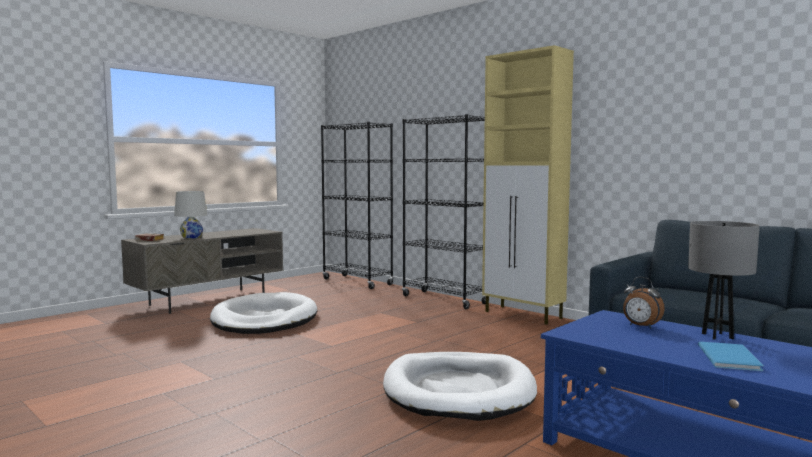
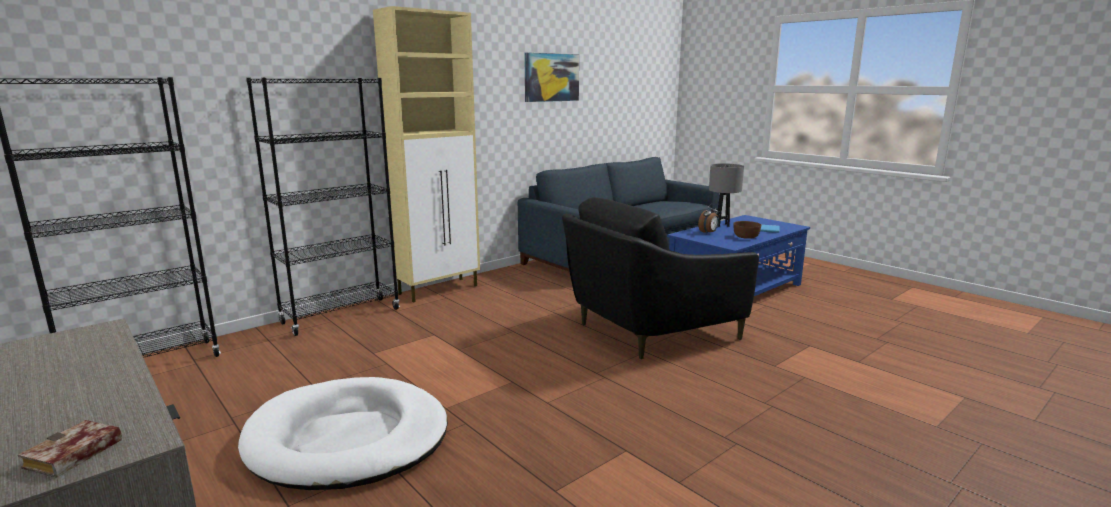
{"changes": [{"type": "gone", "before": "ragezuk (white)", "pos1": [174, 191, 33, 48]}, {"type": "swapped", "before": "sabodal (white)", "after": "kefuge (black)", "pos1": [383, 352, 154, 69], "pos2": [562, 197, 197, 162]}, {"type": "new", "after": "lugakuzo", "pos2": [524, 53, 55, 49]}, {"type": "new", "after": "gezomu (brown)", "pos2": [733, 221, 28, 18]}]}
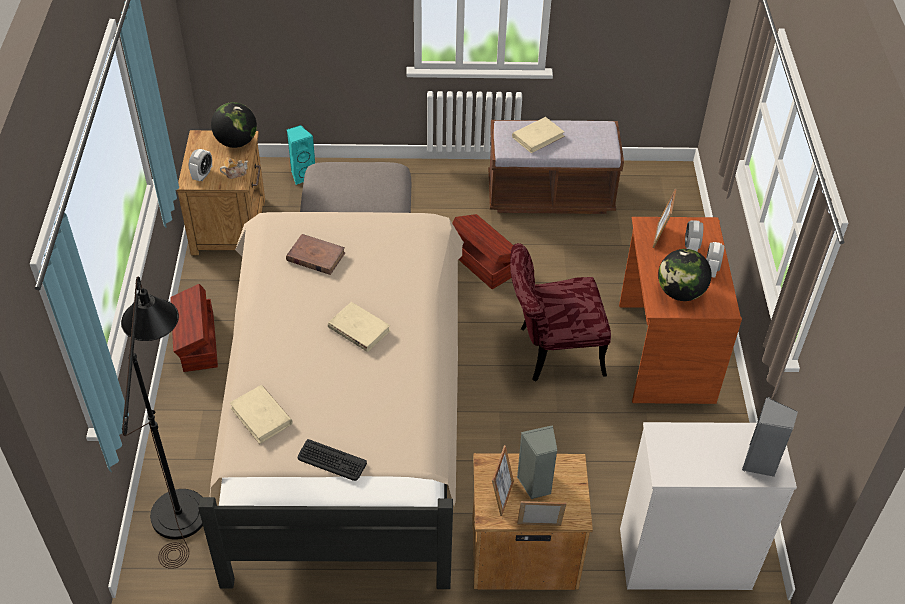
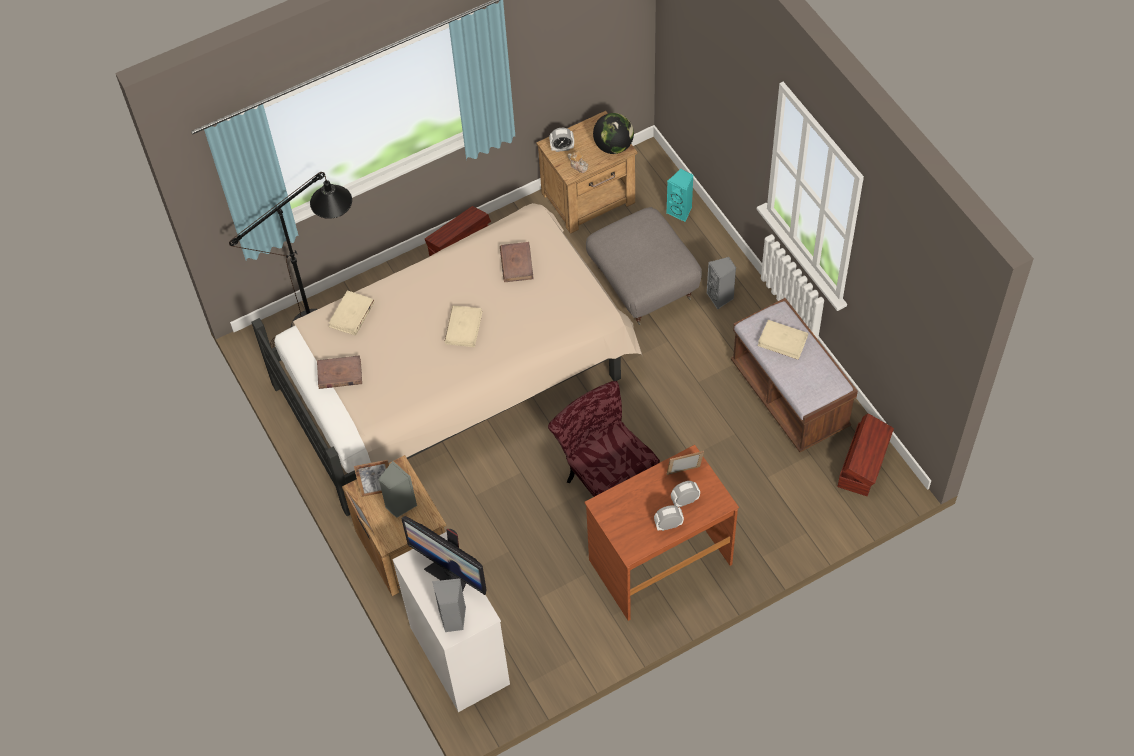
{"changes": [{"type": "swapped", "before": "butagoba", "after": "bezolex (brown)", "pos1": [298, 439, 69, 42], "pos2": [317, 355, 45, 34]}, {"type": "shifted", "before": "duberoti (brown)", "pos1": [452, 214, 61, 75], "pos2": [838, 413, 56, 83]}, {"type": "gone", "before": "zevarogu", "pos1": [658, 249, 54, 52]}, {"type": "new", "after": "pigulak", "pos2": [401, 516, 85, 79]}, {"type": "new", "after": "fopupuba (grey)", "pos2": [707, 257, 29, 52]}]}
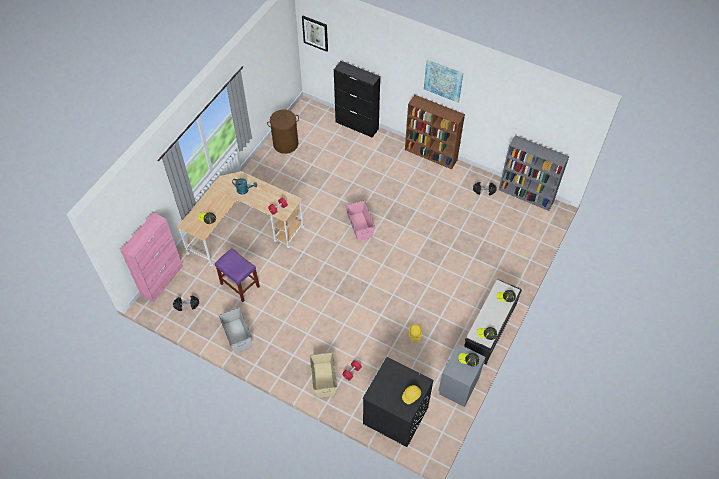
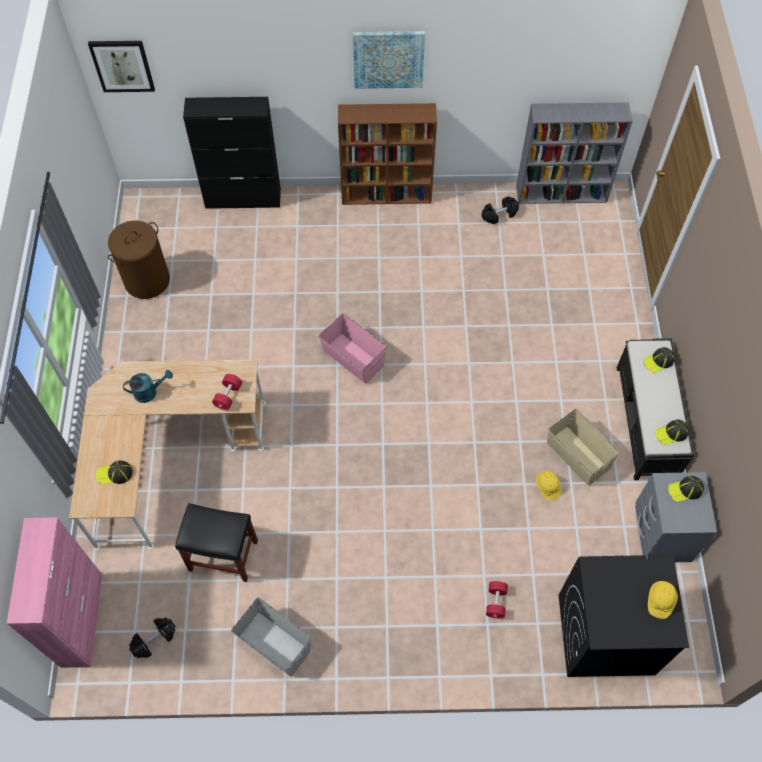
{"changes": [{"type": "repainted", "before": "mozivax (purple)", "after": "mozivax (black)", "pos1": [215, 248, 45, 54], "pos2": [175, 503, 83, 79]}, {"type": "shifted", "before": "duberoti (beige)", "pos1": [310, 352, 27, 46], "pos2": [547, 409, 73, 77]}]}
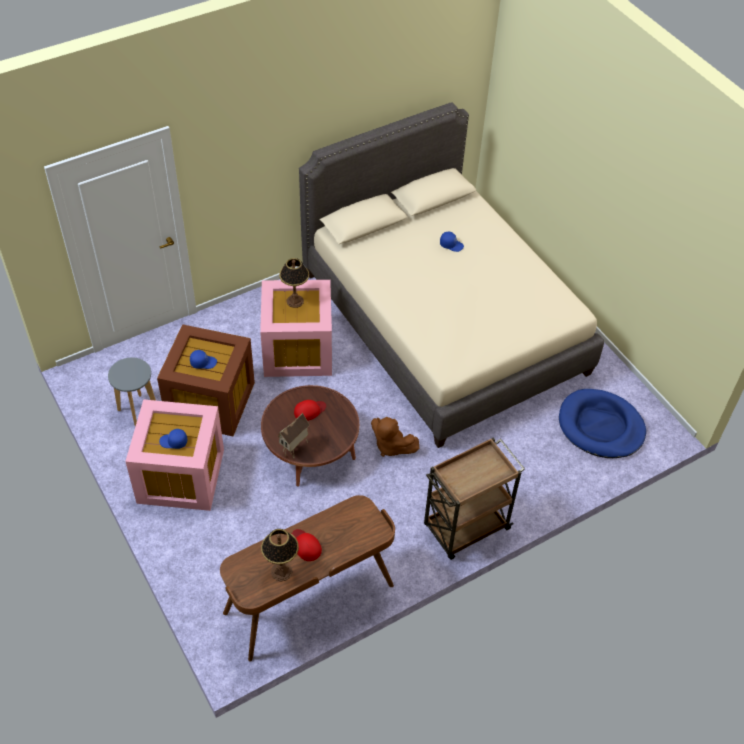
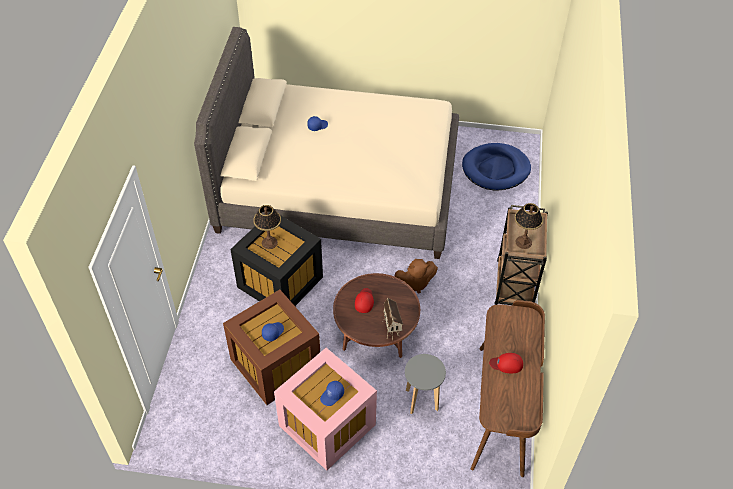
{"changes": [{"type": "shifted", "before": "mozivax (grey)", "pos1": [108, 357, 48, 69], "pos2": [405, 354, 41, 60]}, {"type": "repainted", "before": "duberoti (pink)", "after": "duberoti (black)", "pos1": [260, 280, 72, 97], "pos2": [230, 212, 93, 94]}, {"type": "shifted", "before": "ragezuk", "pos1": [261, 529, 38, 52], "pos2": [515, 203, 29, 46]}]}
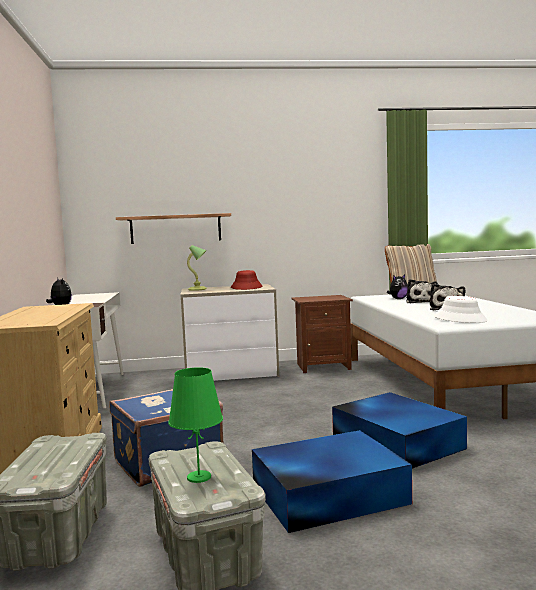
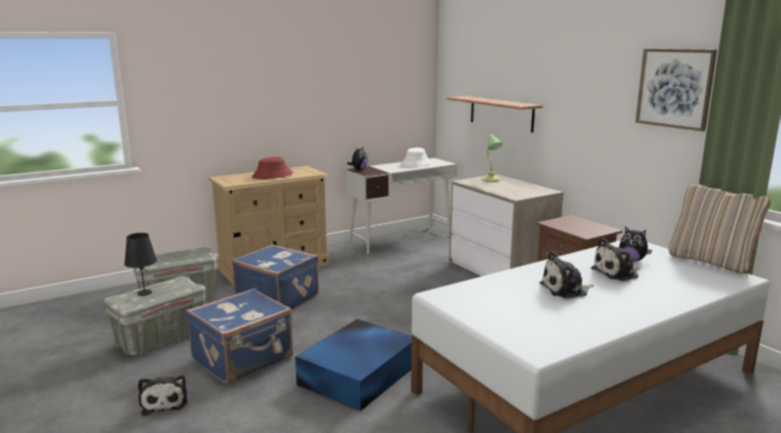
{"changes": [{"type": "repainted", "before": "ragezuk (green)", "after": "ragezuk (black)", "pos1": [168, 367, 55, 116], "pos2": [124, 233, 33, 63]}, {"type": "shifted", "before": "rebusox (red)", "pos1": [231, 270, 31, 20], "pos2": [252, 157, 41, 22]}, {"type": "swapped", "before": "duberoti (blue)", "after": "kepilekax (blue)", "pos1": [252, 430, 160, 103], "pos2": [186, 288, 107, 96]}, {"type": "shifted", "before": "rebusox (white)", "pos1": [434, 296, 54, 27], "pos2": [401, 148, 30, 19]}, {"type": "new", "after": "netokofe", "pos2": [138, 375, 50, 41]}, {"type": "new", "after": "lugakuzo", "pos2": [636, 49, 81, 82]}]}
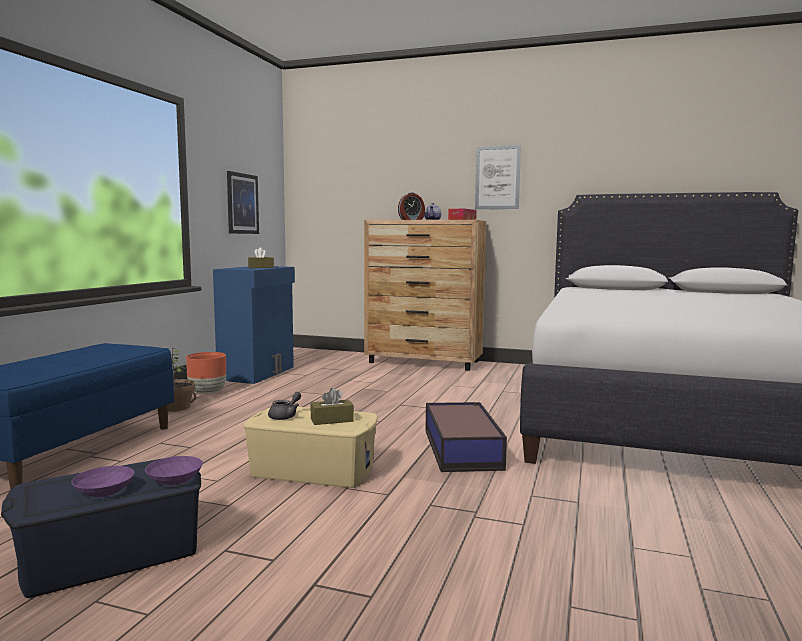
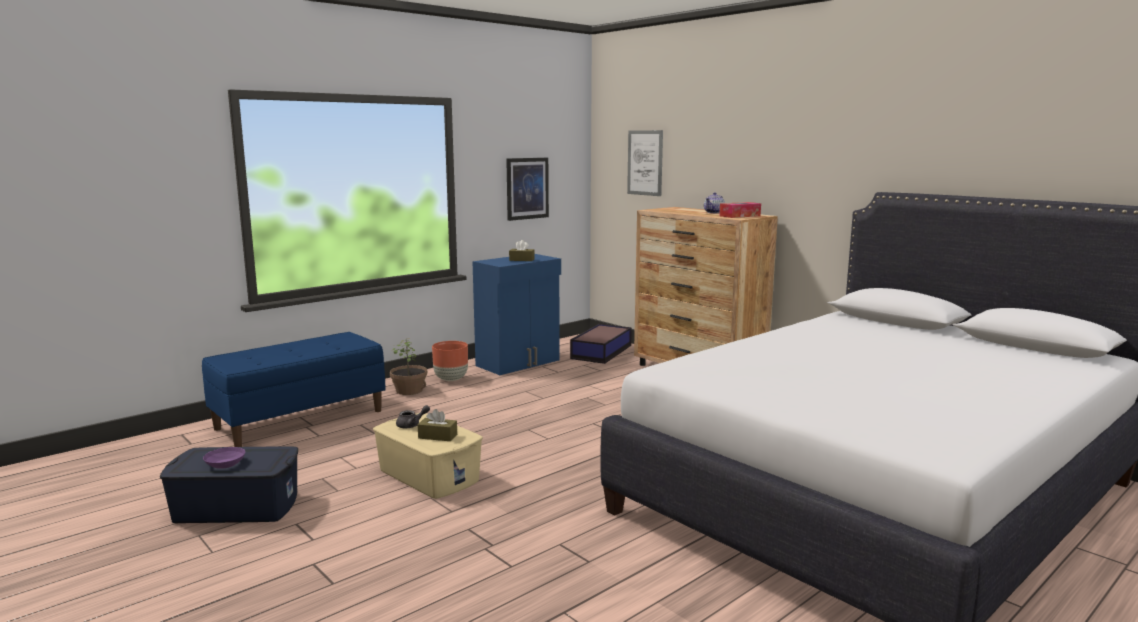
{"changes": [{"type": "gone", "before": "gezomu (purple)", "pos1": [145, 456, 58, 29]}, {"type": "gone", "before": "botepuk", "pos1": [398, 193, 27, 27]}, {"type": "shifted", "before": "duberoti", "pos1": [426, 402, 81, 70], "pos2": [570, 324, 62, 40]}, {"type": "shifted", "before": "lugakuzo", "pos1": [475, 145, 46, 64], "pos2": [627, 130, 36, 66]}]}
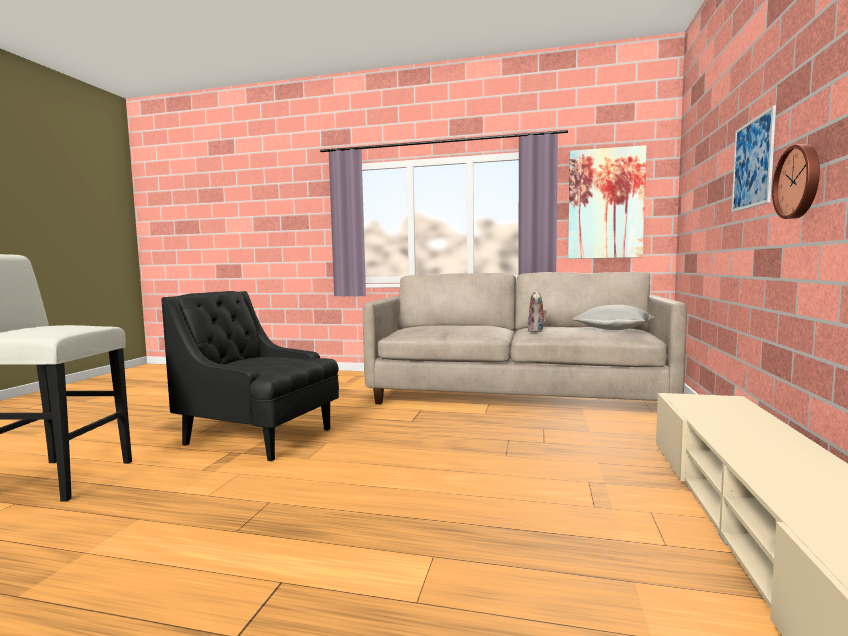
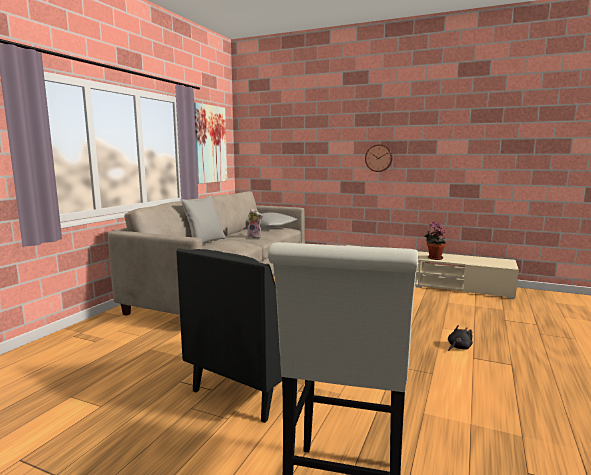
{"changes": [{"type": "gone", "before": "lugakuzo", "pos1": [731, 105, 45, 107]}, {"type": "new", "after": "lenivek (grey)", "pos2": [181, 196, 45, 47]}, {"type": "new", "after": "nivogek", "pos2": [425, 221, 21, 39]}, {"type": "new", "after": "netokofe (black)", "pos2": [448, 325, 25, 26]}]}
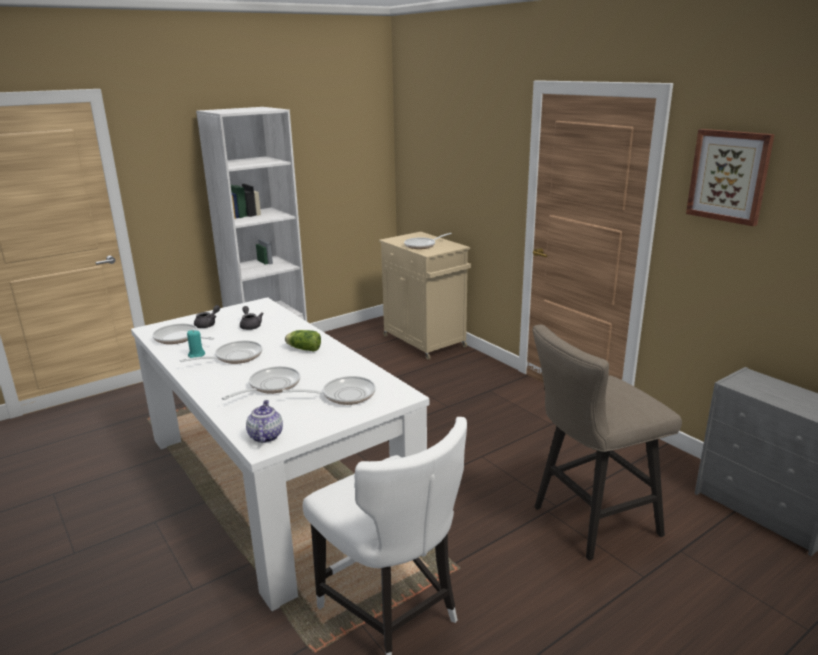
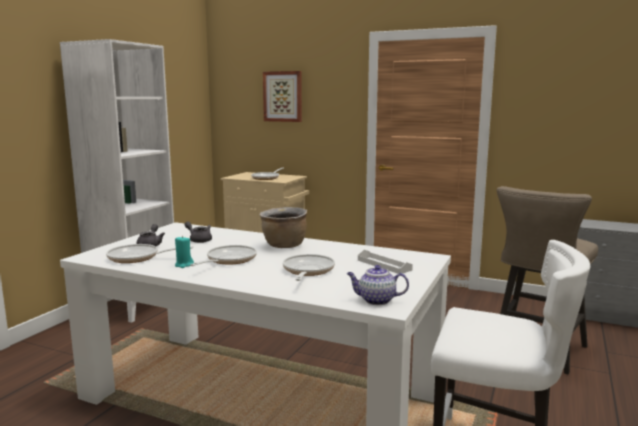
{"changes": [{"type": "rotated", "before": "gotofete", "pos1": [246, 400, 37, 43], "pos2": [347, 265, 62, 40], "turn": -45}, {"type": "swapped", "before": "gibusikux", "after": "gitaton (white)", "pos1": [282, 376, 94, 29], "pos2": [358, 250, 55, 24]}, {"type": "swapped", "before": "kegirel", "after": "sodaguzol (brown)", "pos1": [285, 330, 36, 21], "pos2": [260, 207, 47, 41]}, {"type": "shifted", "before": "lugakuzo", "pos1": [686, 129, 89, 97], "pos2": [263, 71, 39, 51]}]}
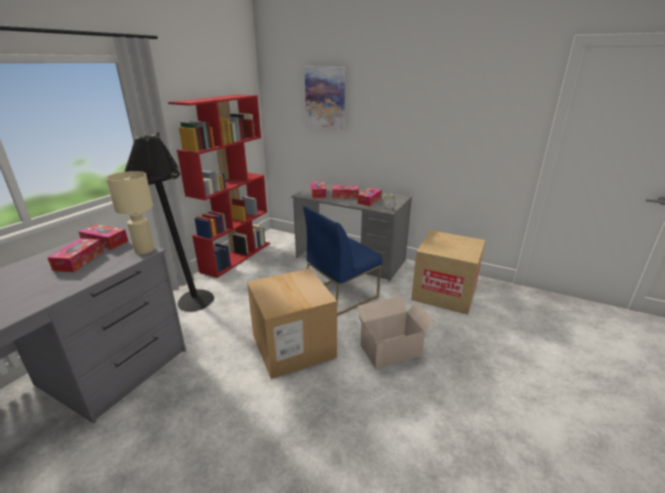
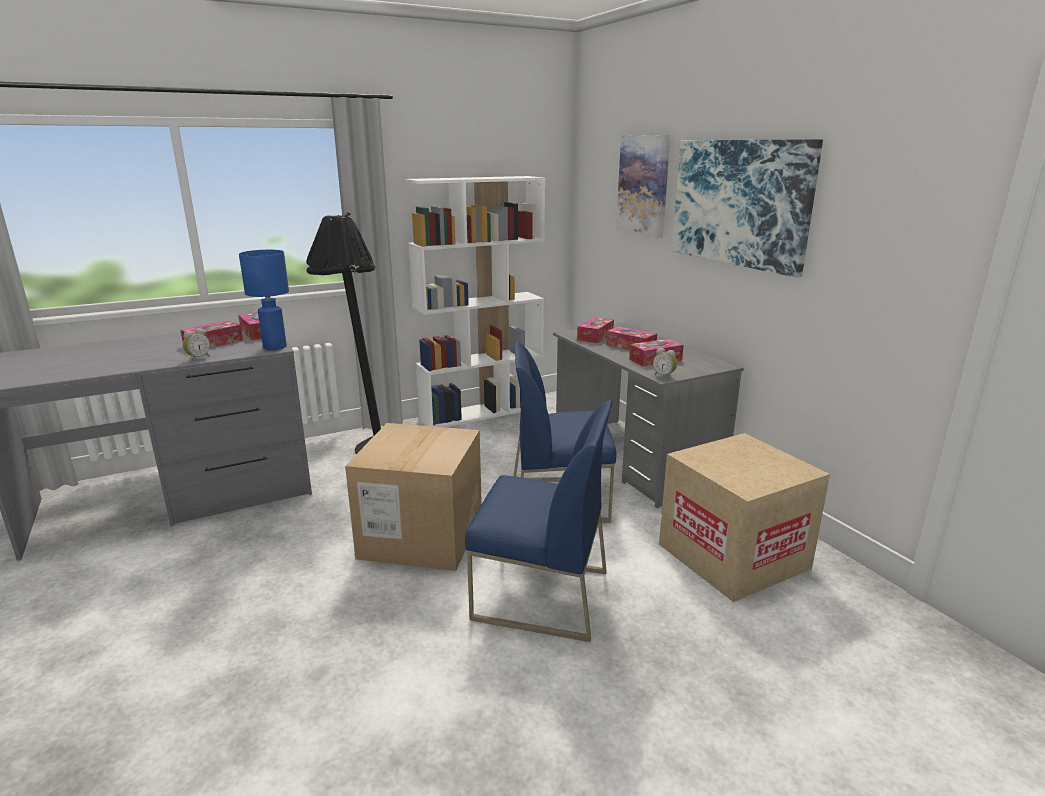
{"changes": [{"type": "repainted", "before": "ragezuk (beige)", "after": "ragezuk (blue)", "pos1": [106, 171, 48, 83], "pos2": [239, 250, 50, 100]}, {"type": "repainted", "before": "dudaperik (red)", "after": "dudaperik (white)", "pos1": [168, 95, 102, 183], "pos2": [404, 176, 141, 251]}, {"type": "swapped", "before": "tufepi", "after": "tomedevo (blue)", "pos1": [357, 296, 77, 73], "pos2": [465, 400, 148, 242]}, {"type": "new", "after": "botepuk", "pos2": [183, 328, 27, 33]}, {"type": "new", "after": "lugakuzo", "pos2": [672, 139, 151, 138]}]}
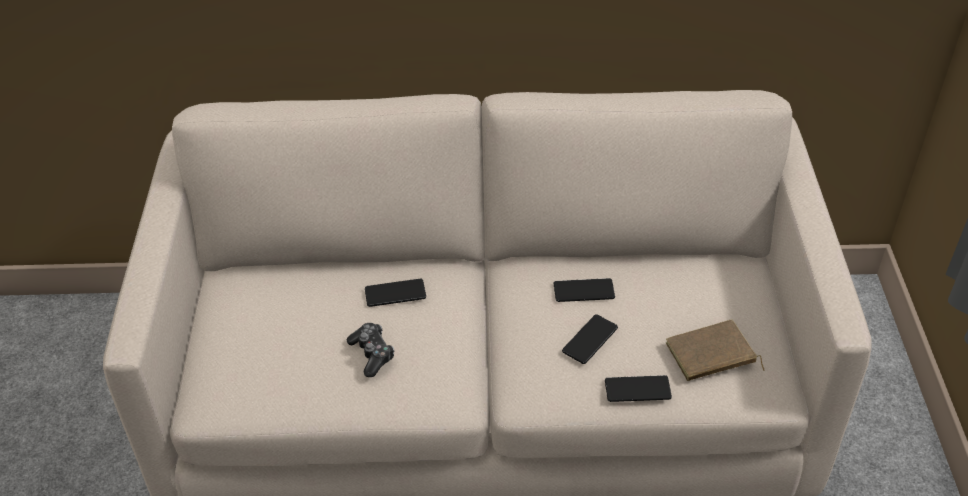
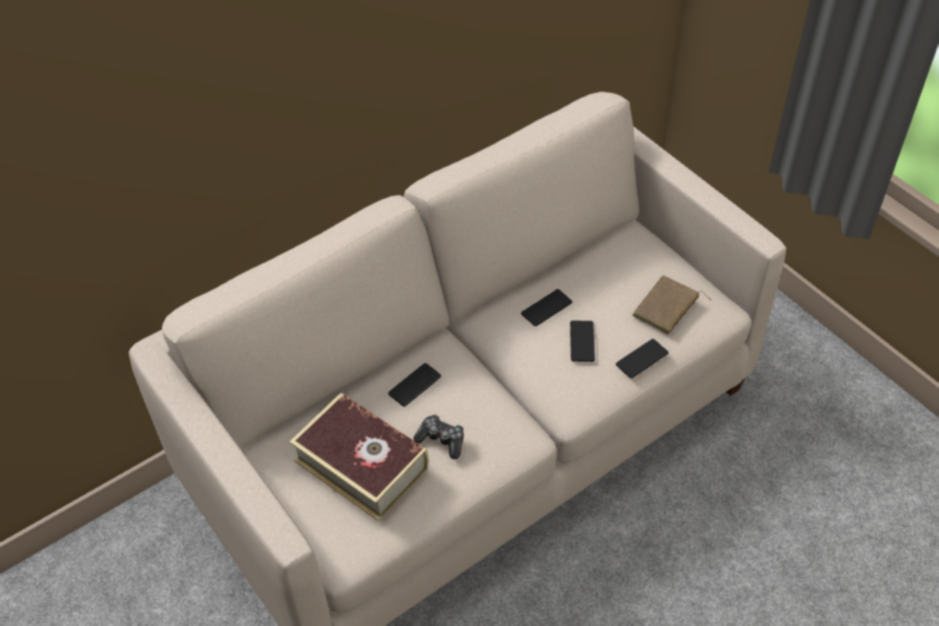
{"changes": [{"type": "new", "after": "bezolex", "pos2": [290, 393, 139, 128]}]}
